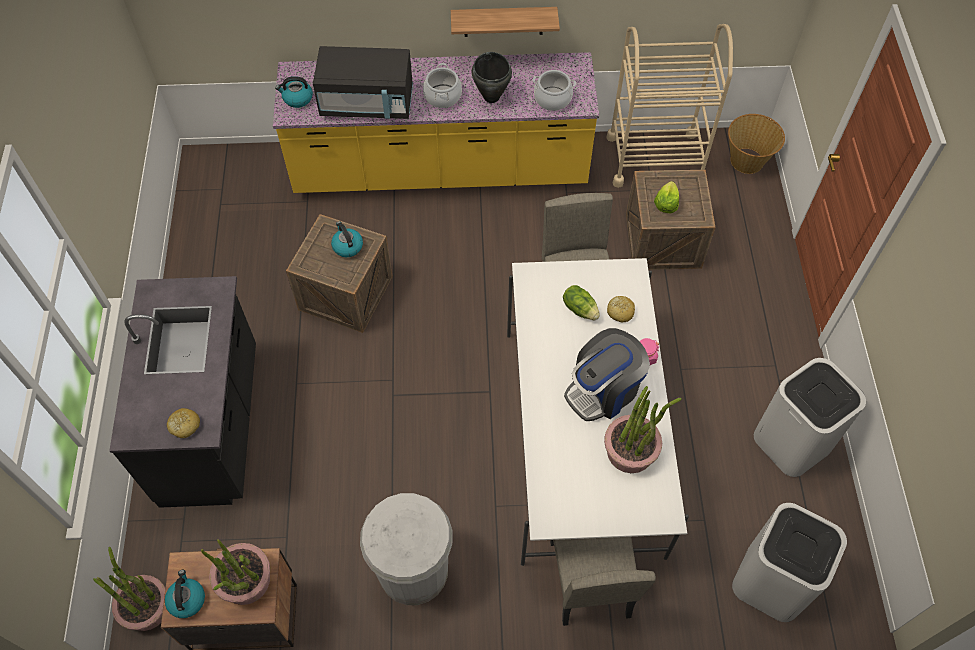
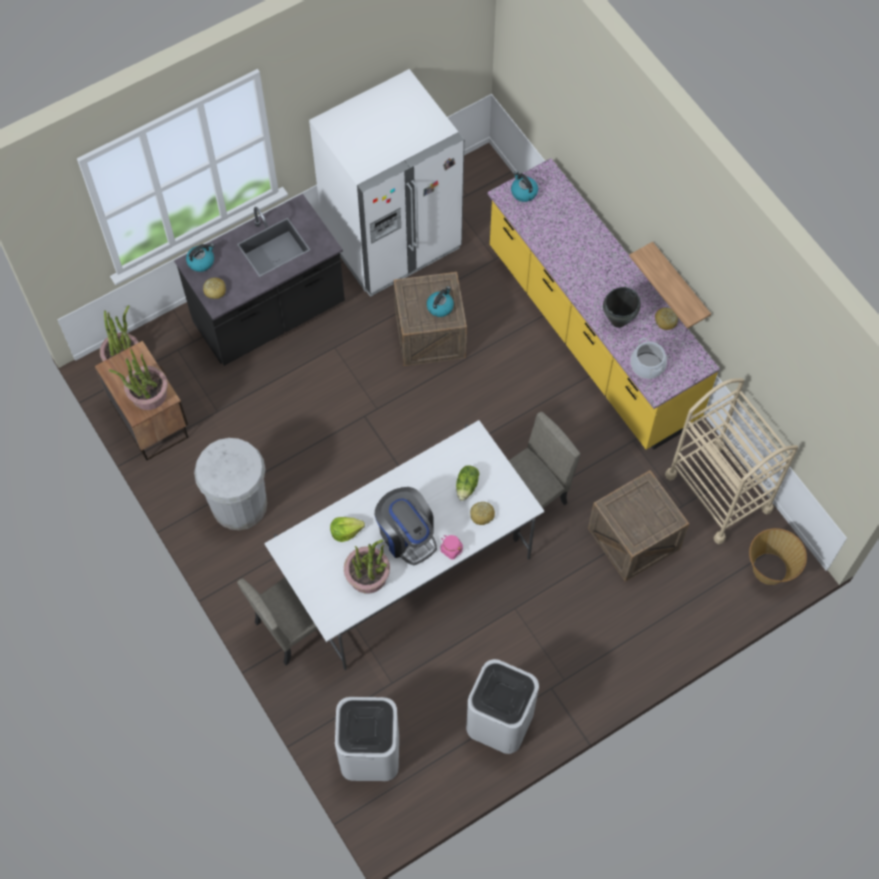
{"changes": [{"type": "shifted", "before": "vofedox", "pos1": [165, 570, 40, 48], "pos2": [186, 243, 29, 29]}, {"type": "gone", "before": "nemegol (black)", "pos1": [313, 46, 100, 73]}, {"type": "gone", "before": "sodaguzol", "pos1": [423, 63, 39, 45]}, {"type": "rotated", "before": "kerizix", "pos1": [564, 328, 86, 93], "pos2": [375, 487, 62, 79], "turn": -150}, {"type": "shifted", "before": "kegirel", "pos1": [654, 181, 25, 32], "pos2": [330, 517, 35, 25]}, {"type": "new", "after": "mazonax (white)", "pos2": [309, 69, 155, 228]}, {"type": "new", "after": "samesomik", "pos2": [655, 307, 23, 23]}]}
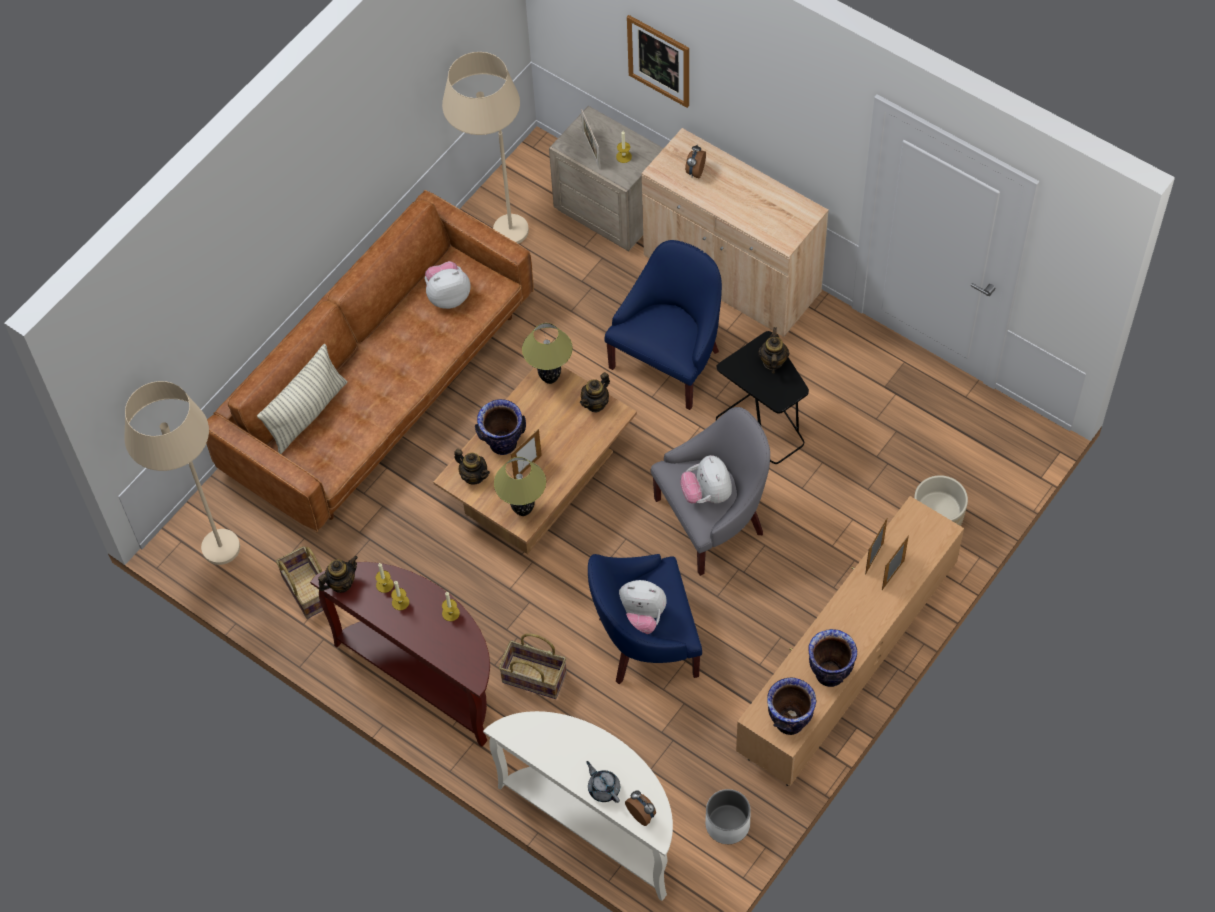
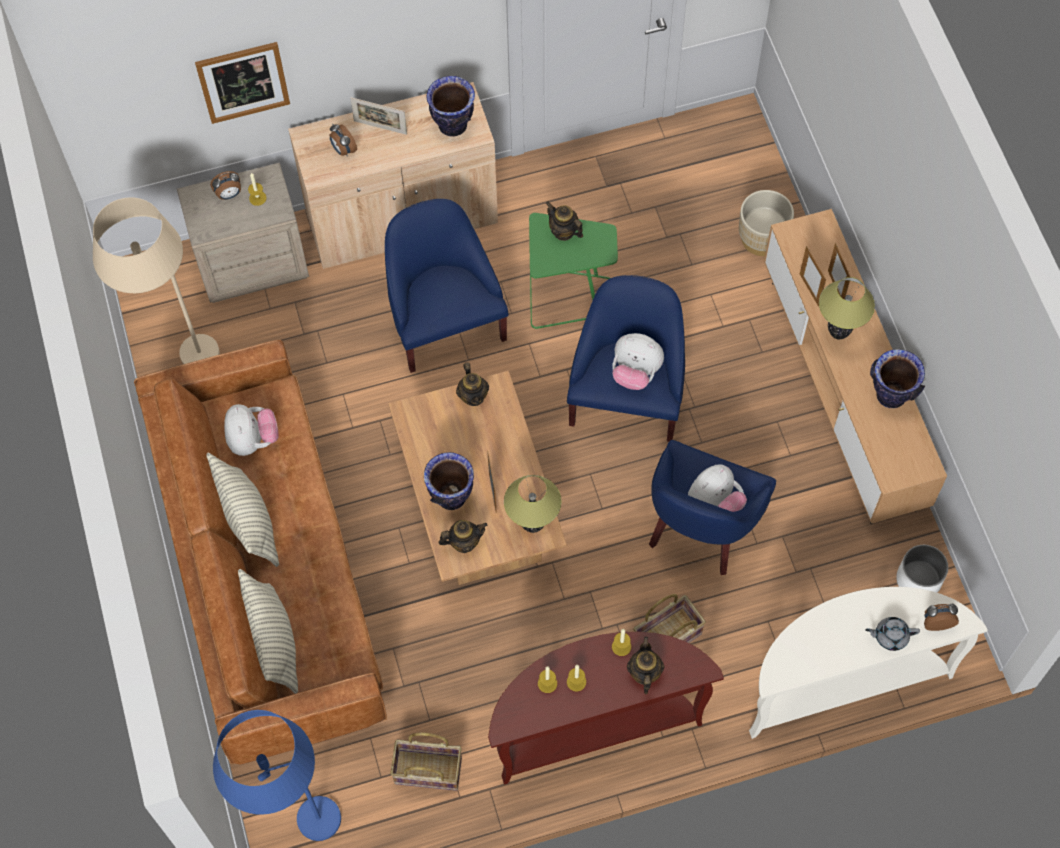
{"changes": [{"type": "repainted", "before": "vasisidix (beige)", "after": "vasisidix (blue)", "pos1": [124, 381, 116, 184], "pos2": [213, 710, 128, 131]}, {"type": "shifted", "before": "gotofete", "pos1": [318, 556, 40, 37], "pos2": [627, 637, 37, 57]}, {"type": "rotated", "before": "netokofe", "pos1": [425, 261, 45, 48], "pos2": [224, 404, 55, 52], "turn": 150}, {"type": "shifted", "before": "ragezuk", "pos1": [522, 323, 51, 61], "pos2": [819, 277, 56, 63]}, {"type": "shifted", "before": "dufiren", "pos1": [581, 109, 19, 60], "pos2": [350, 97, 57, 38]}, {"type": "repainted", "before": "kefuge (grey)", "after": "kefuge (blue)", "pos1": [651, 407, 119, 169], "pos2": [567, 275, 118, 167]}, {"type": "repainted", "before": "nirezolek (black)", "after": "nirezolek (green)", "pos1": [716, 331, 93, 133], "pos2": [529, 213, 89, 116]}, {"type": "shifted", "before": "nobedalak", "pos1": [767, 678, 49, 57], "pos2": [427, 76, 48, 61]}, {"type": "new", "after": "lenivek", "pos2": [206, 453, 73, 114]}, {"type": "new", "after": "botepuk", "pos2": [210, 171, 31, 29]}]}
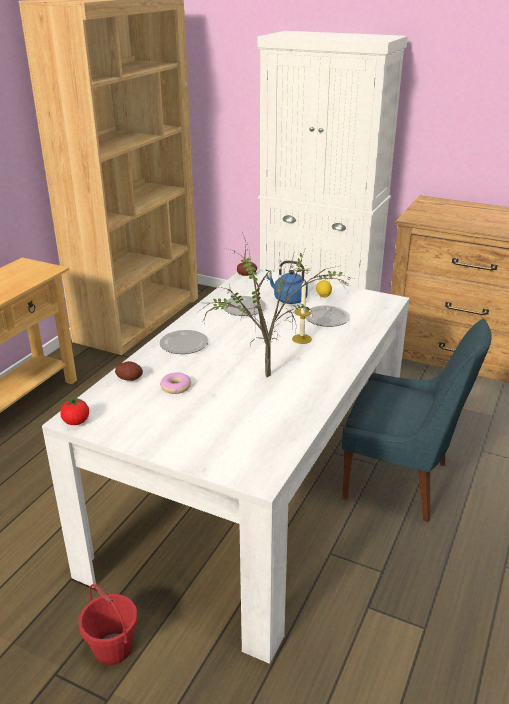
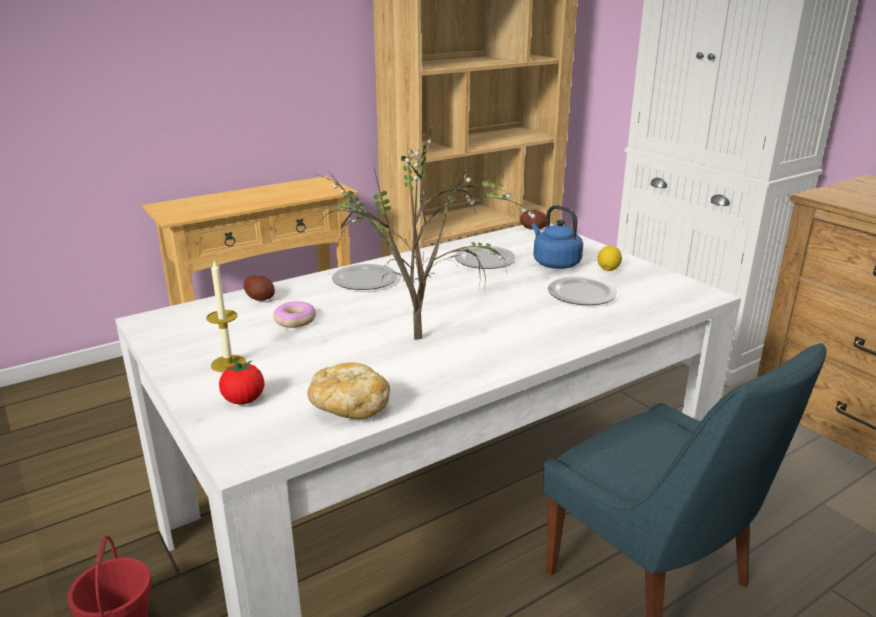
{"changes": [{"type": "shifted", "before": "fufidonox", "pos1": [60, 396, 29, 29], "pos2": [219, 360, 46, 44]}, {"type": "shifted", "before": "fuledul", "pos1": [292, 281, 20, 63], "pos2": [207, 261, 39, 111]}, {"type": "new", "after": "samesomik", "pos2": [307, 362, 83, 57]}]}
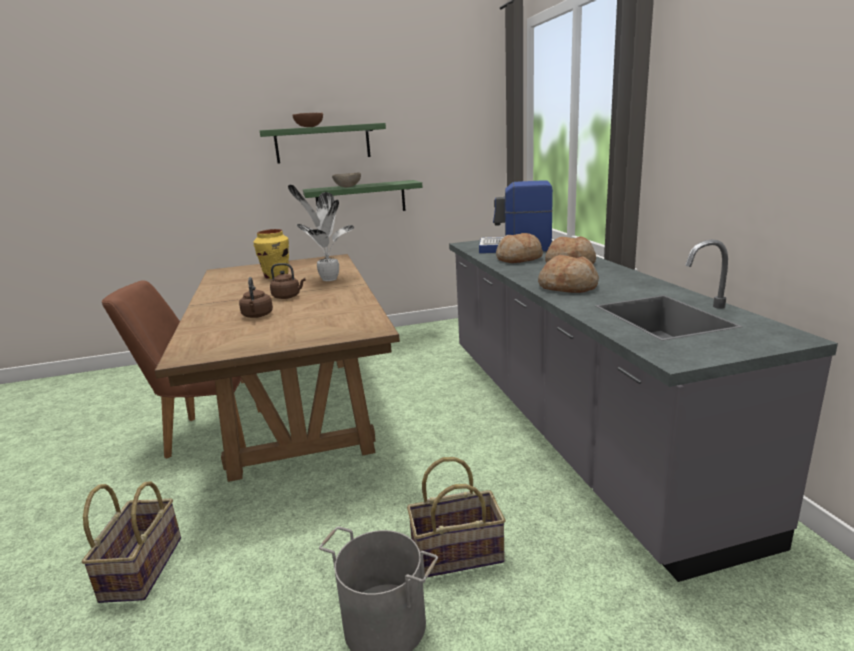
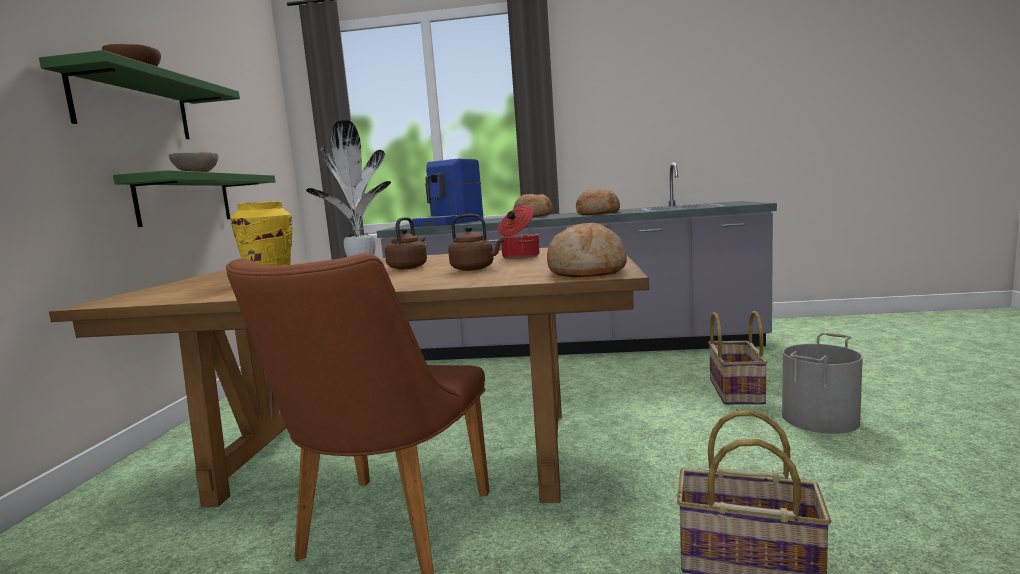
{"changes": [{"type": "shifted", "before": "samesomik", "pos1": [496, 233, 47, 30], "pos2": [547, 223, 80, 54]}, {"type": "new", "after": "sodaguzol", "pos2": [498, 205, 41, 54]}]}
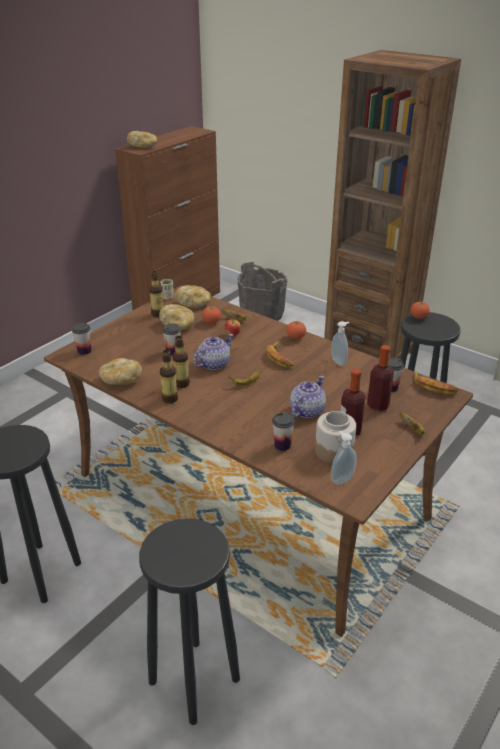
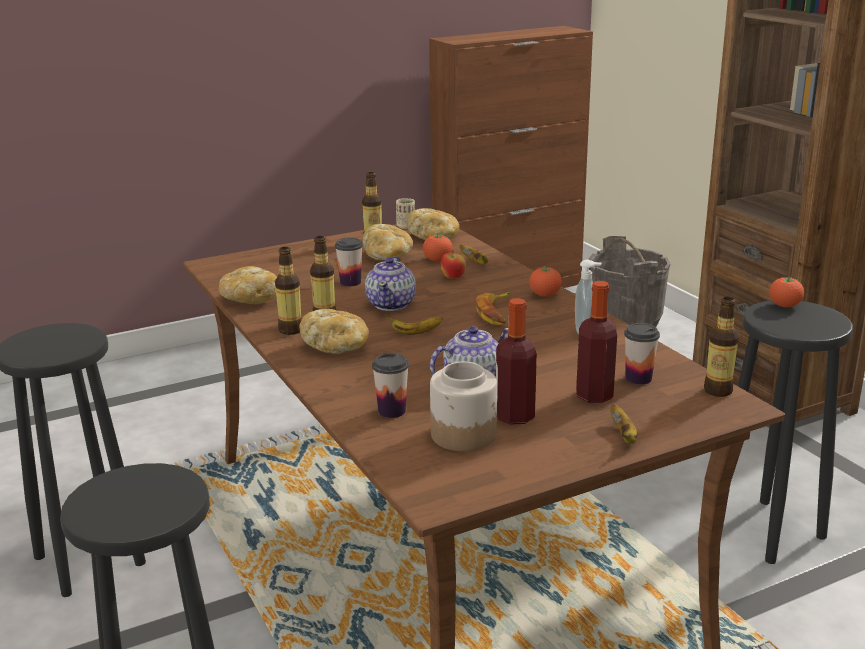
{"changes": [{"type": "gone", "before": "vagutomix", "pos1": [72, 323, 19, 32]}, {"type": "shifted", "before": "samesomik", "pos1": [127, 131, 30, 17], "pos2": [299, 309, 70, 45]}, {"type": "rotated", "before": "gotofete", "pos1": [193, 334, 40, 36], "pos2": [365, 256, 51, 55], "turn": 120}, {"type": "gone", "before": "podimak", "pos1": [331, 431, 26, 54]}, {"type": "swapped", "before": "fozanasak", "after": "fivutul", "pos1": [414, 371, 45, 24], "pos2": [704, 297, 35, 100]}]}
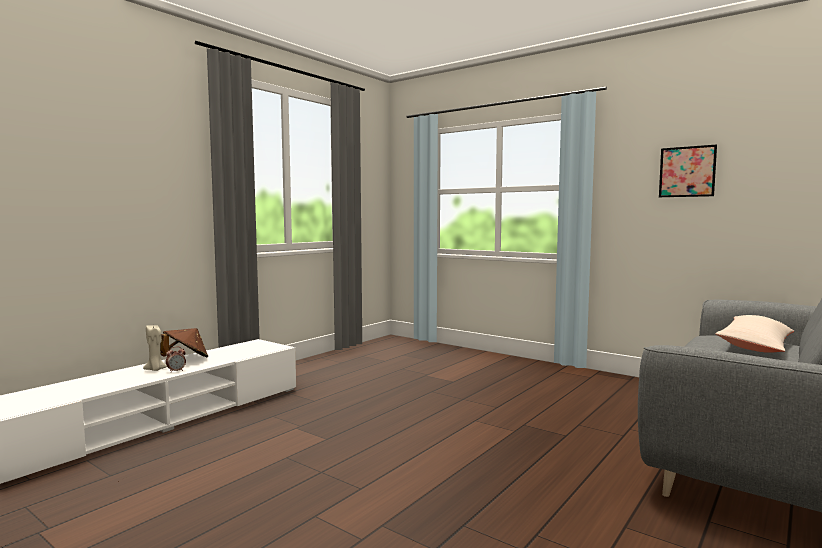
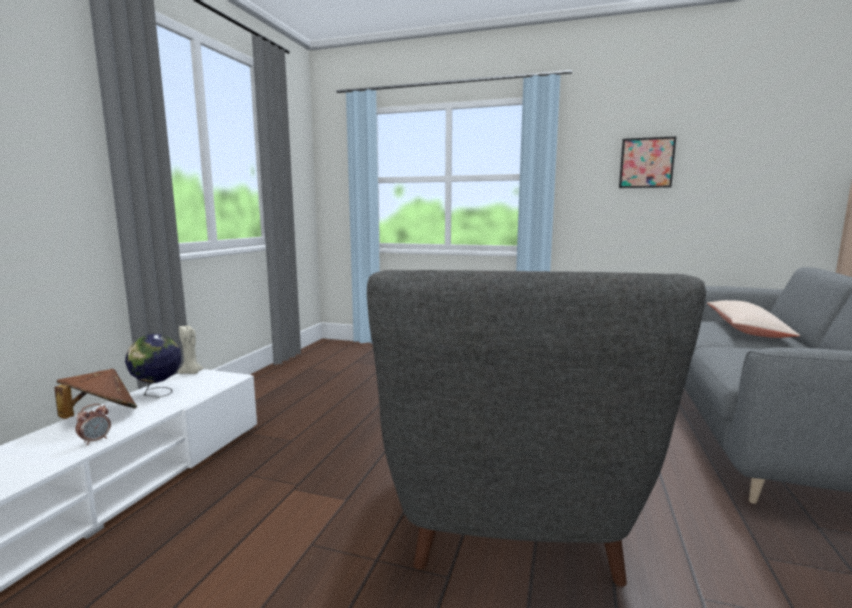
{"changes": [{"type": "shifted", "before": "fuledul (beige)", "pos1": [143, 325, 24, 46], "pos2": [178, 326, 26, 48]}, {"type": "new", "after": "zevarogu", "pos2": [125, 334, 56, 64]}, {"type": "new", "after": "kefuge (grey)", "pos2": [367, 270, 339, 316]}]}
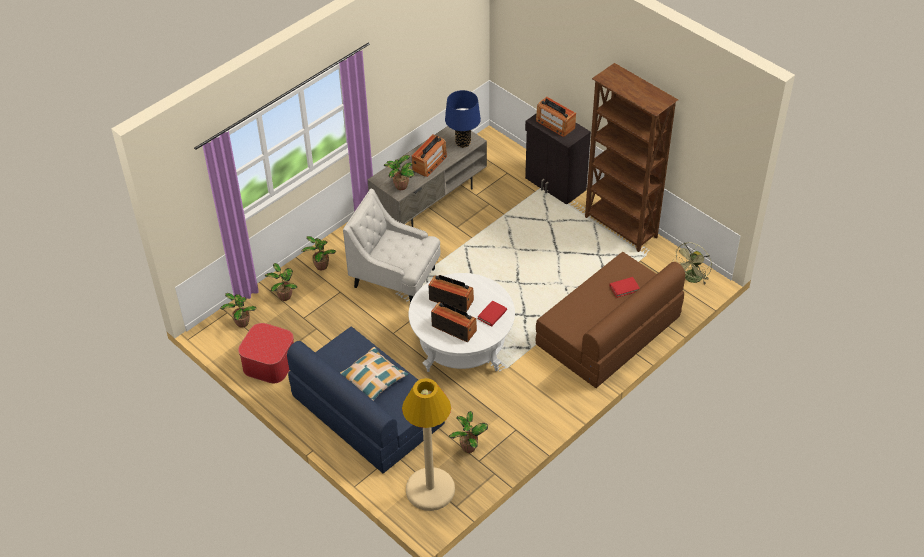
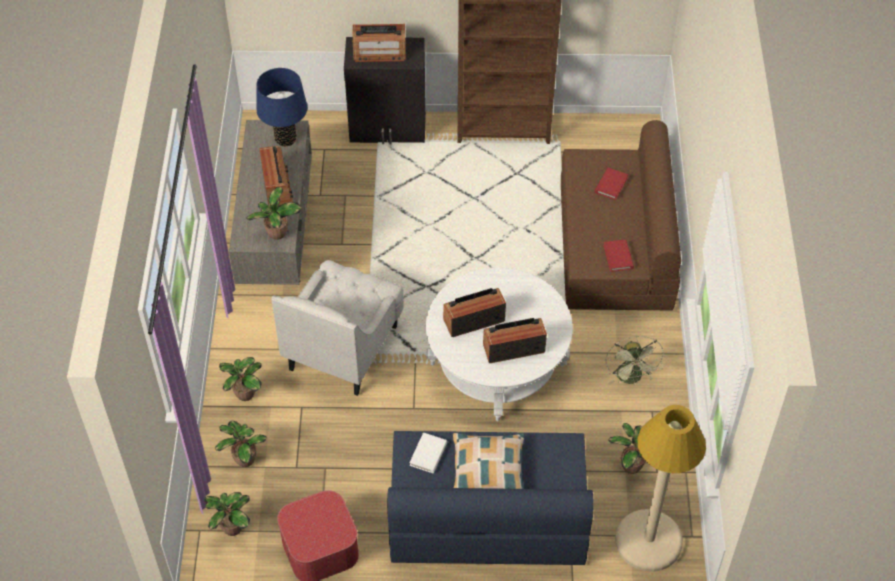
{"changes": [{"type": "rotated", "before": "kefuge (white)", "pos1": [343, 189, 98, 114], "pos2": [271, 260, 133, 136], "turn": -45}, {"type": "shifted", "before": "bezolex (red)", "pos1": [477, 300, 30, 27], "pos2": [603, 240, 31, 32]}, {"type": "shifted", "before": "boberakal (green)", "pos1": [673, 242, 39, 43], "pos2": [606, 336, 58, 49]}, {"type": "new", "after": "bezolex (white)", "pos2": [409, 433, 38, 40]}]}
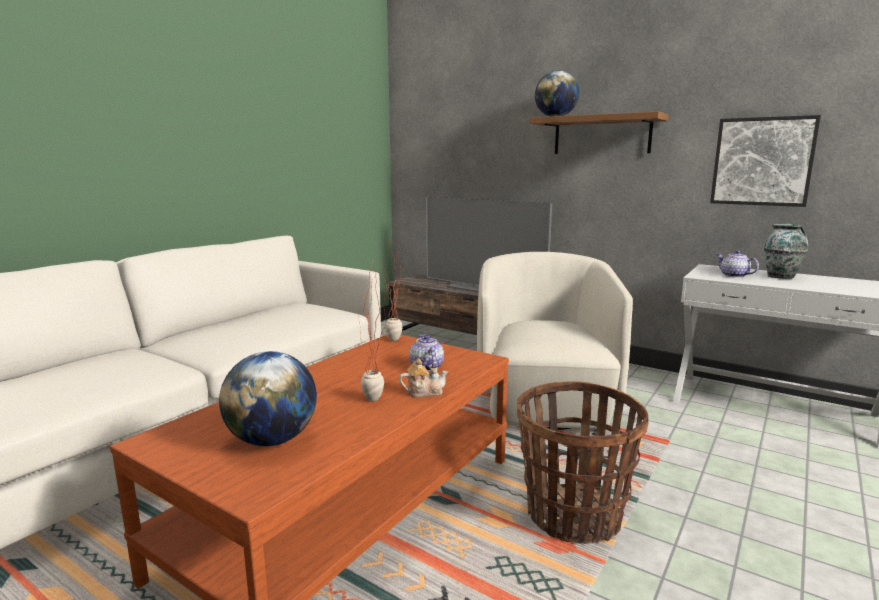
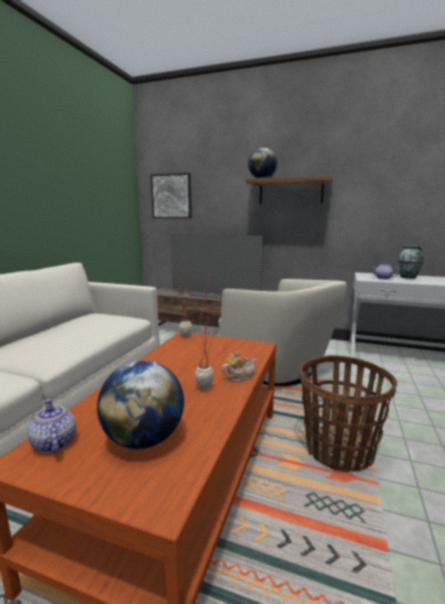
{"changes": [{"type": "shifted", "before": "gotofete", "pos1": [409, 335, 35, 36], "pos2": [27, 399, 49, 54]}, {"type": "rotated", "before": "kefuge (beige)", "pos1": [477, 252, 156, 178], "pos2": [218, 279, 129, 107], "turn": 150}, {"type": "shifted", "before": "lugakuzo", "pos1": [710, 115, 111, 92], "pos2": [151, 173, 40, 45]}]}
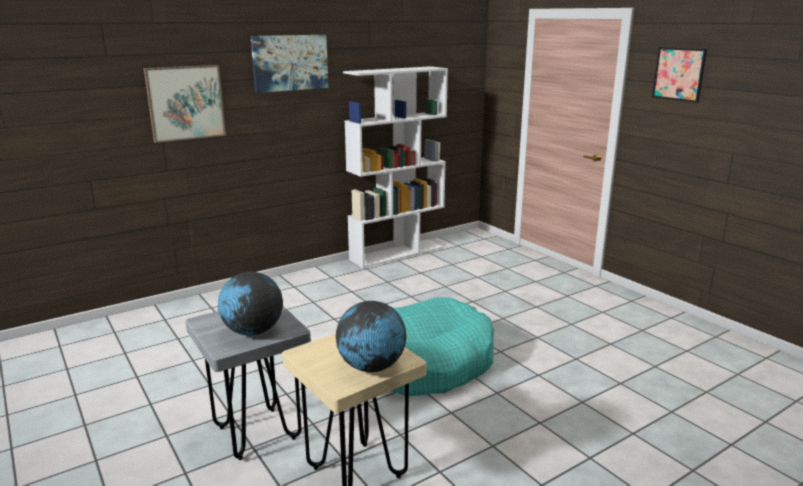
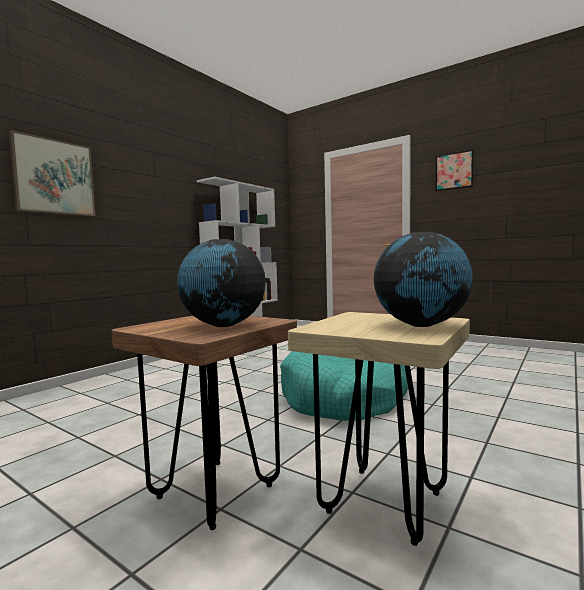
{"changes": [{"type": "repainted", "before": "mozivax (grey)", "after": "mozivax (brown)", "pos1": [185, 306, 126, 154], "pos2": [111, 316, 186, 214]}, {"type": "gone", "before": "lugakuzo", "pos1": [251, 35, 78, 58]}]}
